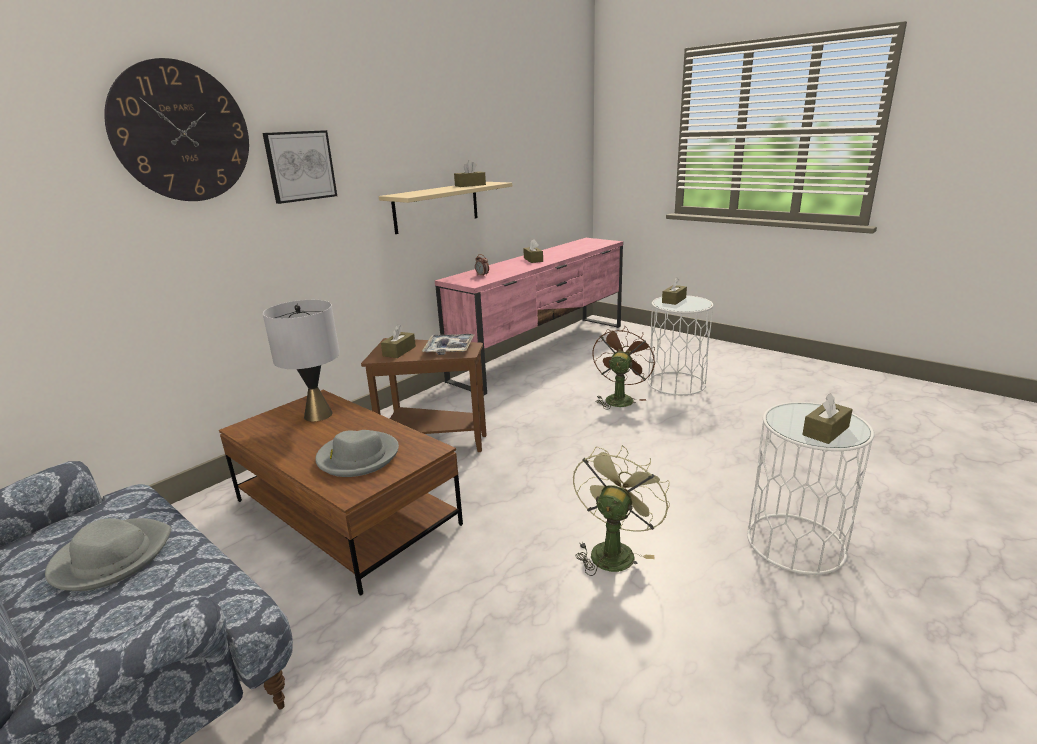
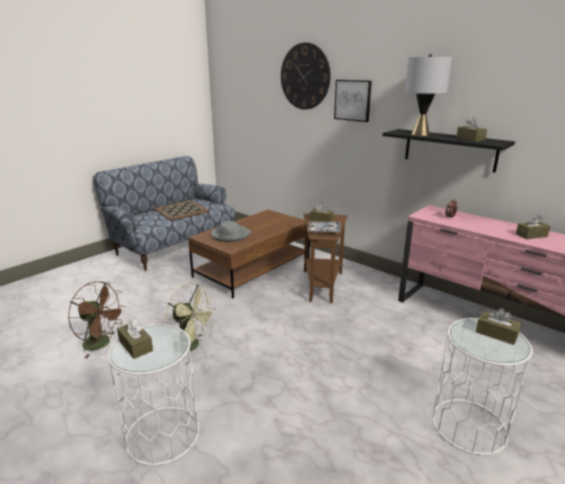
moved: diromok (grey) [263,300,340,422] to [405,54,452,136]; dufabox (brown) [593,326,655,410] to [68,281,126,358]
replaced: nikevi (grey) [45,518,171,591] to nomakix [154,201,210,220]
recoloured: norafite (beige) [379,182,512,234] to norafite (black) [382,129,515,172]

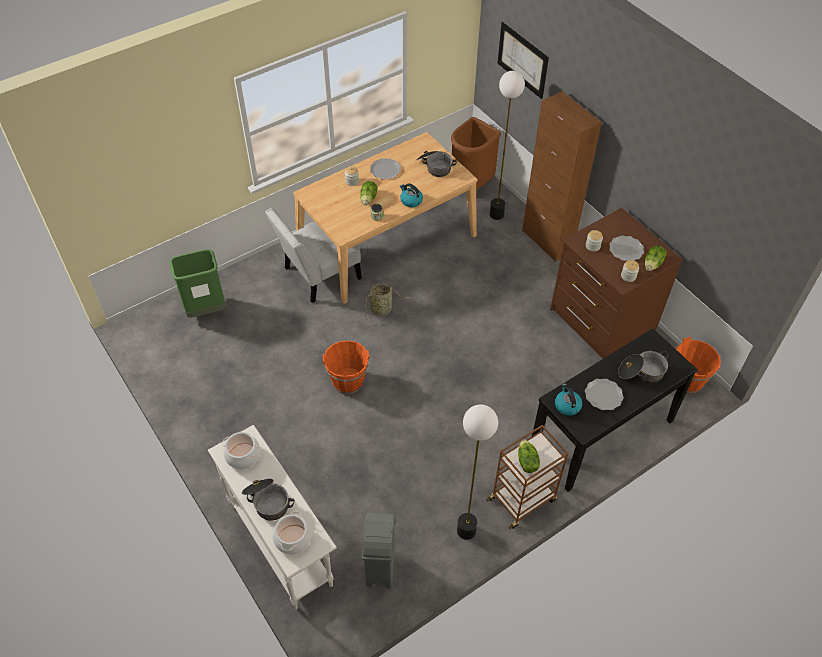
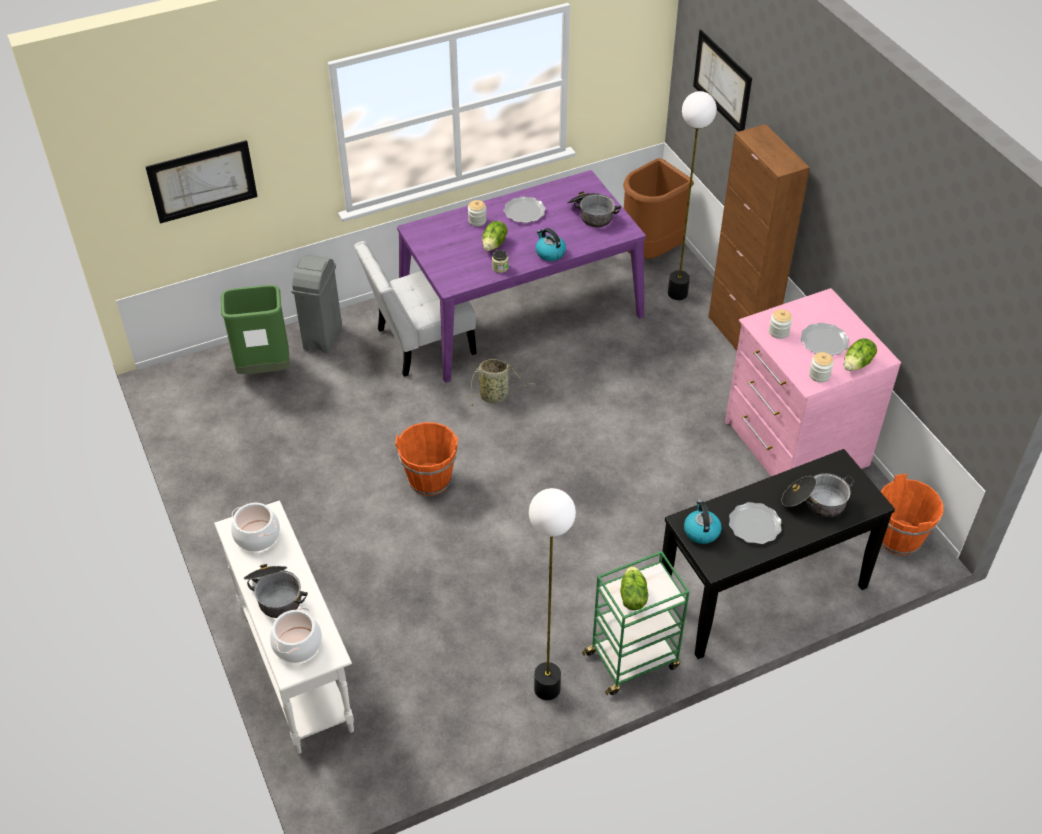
added: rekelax [145,140,258,223]
moved: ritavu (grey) [362,513,395,589] to [291,255,342,353]
recoloured: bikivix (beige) [293,132,477,304] to bikivix (purple) [397,170,646,383]; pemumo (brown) [486,425,569,530] to pemumo (green) [582,551,690,695]; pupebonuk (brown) [550,208,683,359] to pupebonuk (pink) [725,288,901,476]

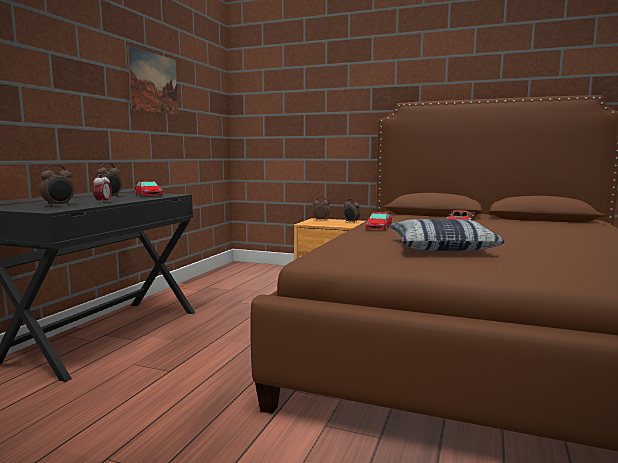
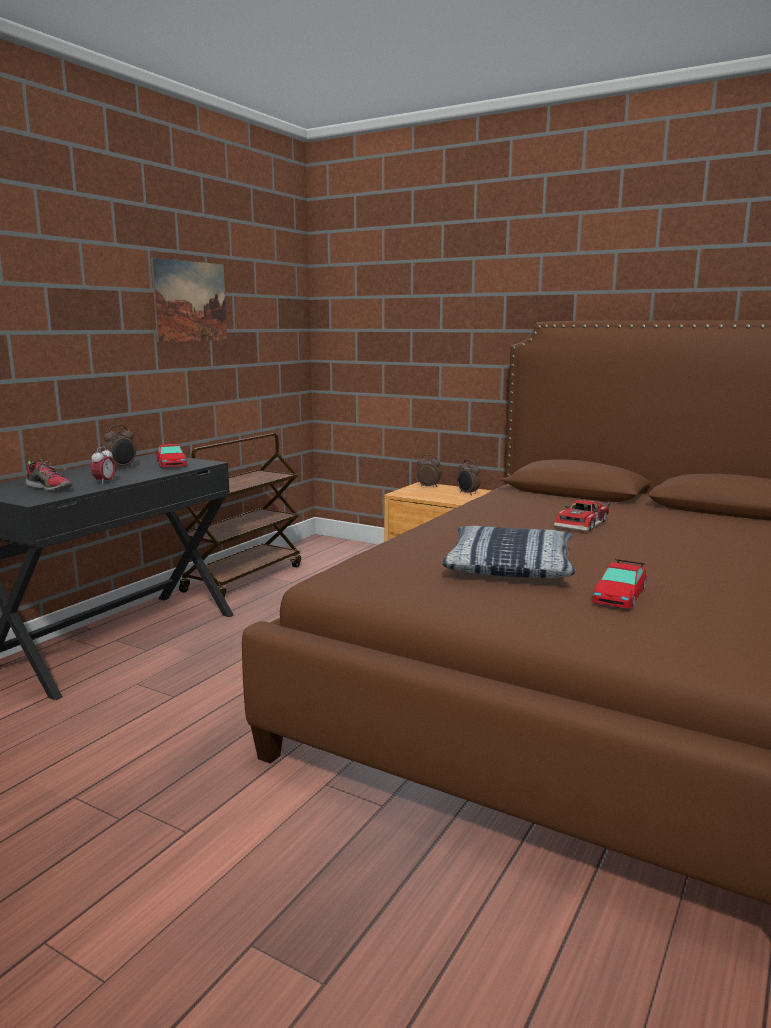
added: pemumo (brown) [179,433,301,598]
moved: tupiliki [365,212,392,230] to [592,559,646,608]
replaced: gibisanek [39,165,74,207] to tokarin [25,459,72,491]

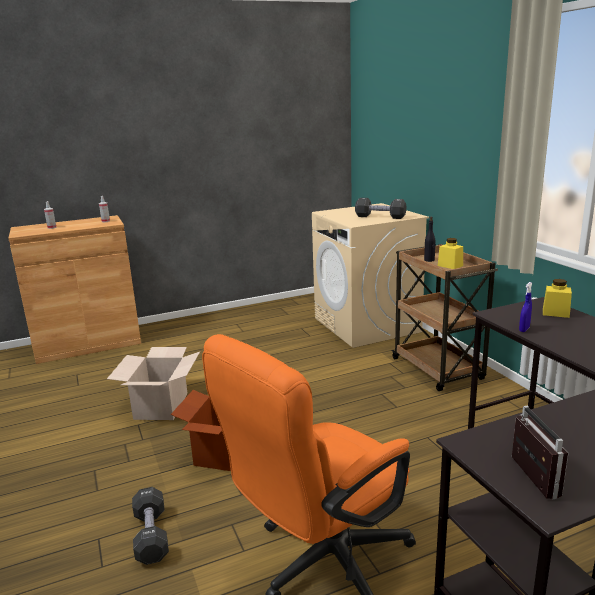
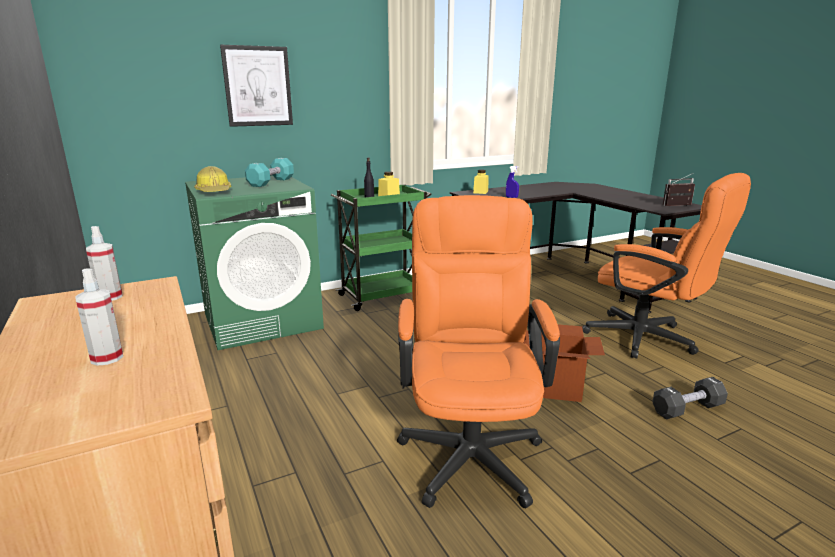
added: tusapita [194,166,231,192]; rekelax [220,45,293,127]
replaced: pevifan [107,347,200,420] to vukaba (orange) [397,195,560,508]
recoloured: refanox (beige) [312,203,429,348] to refanox (green) [185,176,324,350]; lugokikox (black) [355,198,406,219] to lugokikox (turquoise) [245,158,294,187]; pemumo (brown) [391,244,498,391] to pemumo (green) [331,184,432,311]

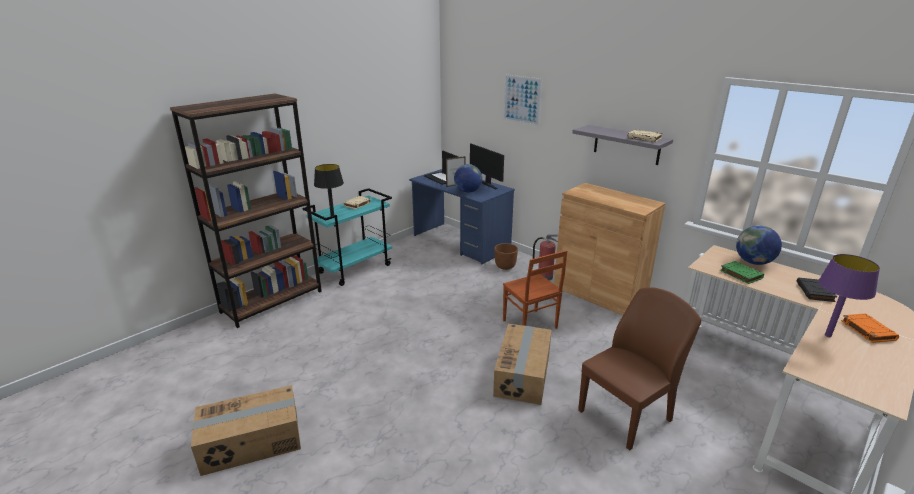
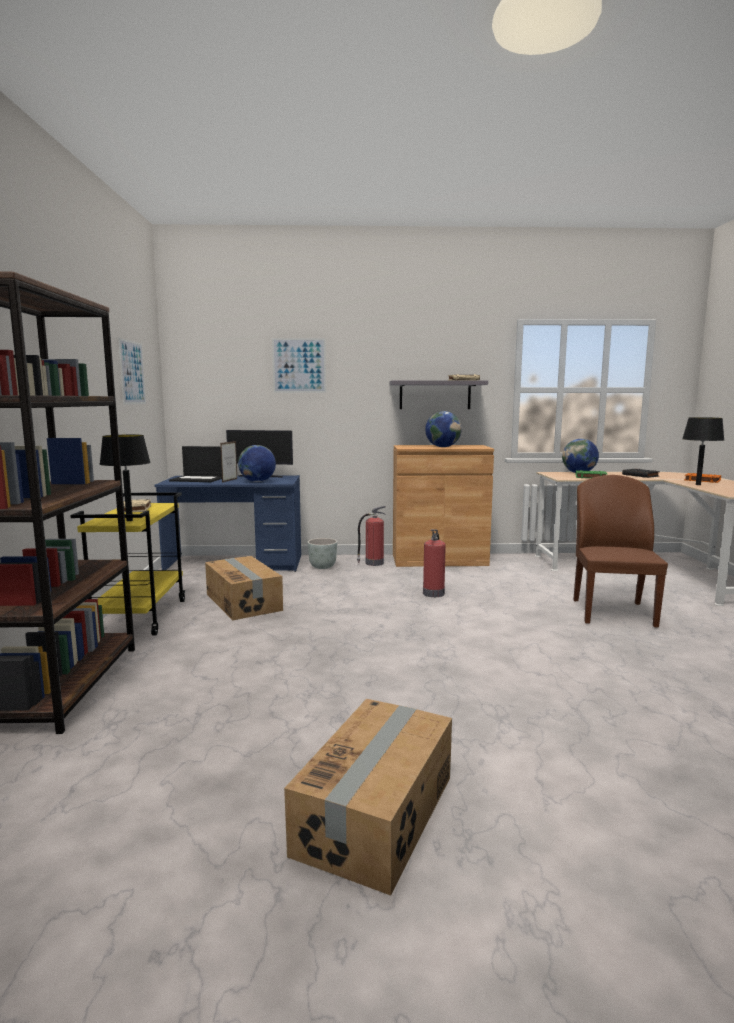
added: rekelax [118,338,146,405]; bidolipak [425,411,462,447]
moved: pevifan [493,324,552,405] to [205,556,283,620]
replaced: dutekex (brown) [503,250,567,329] to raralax [423,529,446,597]
recoloured: pemumo (turquoise) [302,188,392,286] to pemumo (yellow) [70,492,185,636]; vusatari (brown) [494,243,518,270] to vusatari (grey) [308,538,337,569]; diromok (purple) [818,254,880,337] to diromok (black) [682,417,724,485]

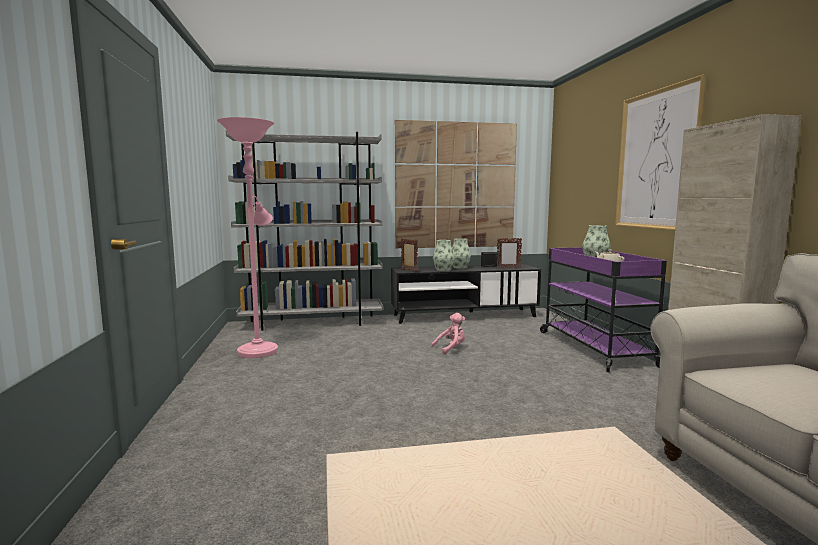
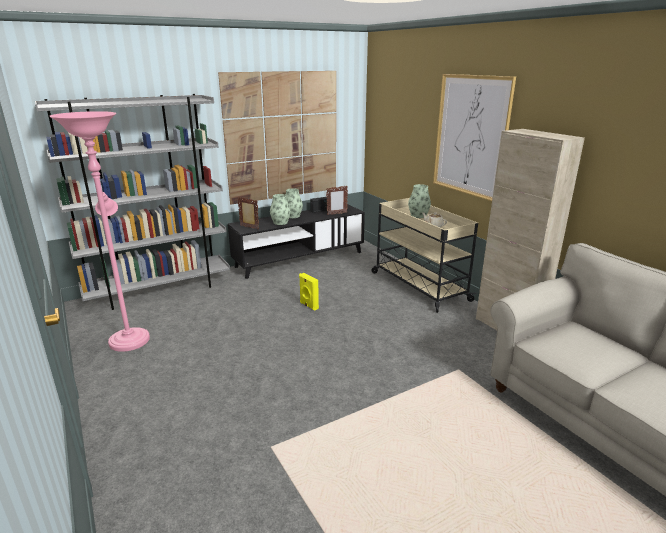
replaced: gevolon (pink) [431,313,465,355] to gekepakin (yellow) [299,273,319,311]
recoloured: pemumo (purple) [540,247,667,372] to pemumo (beige) [371,198,478,313]

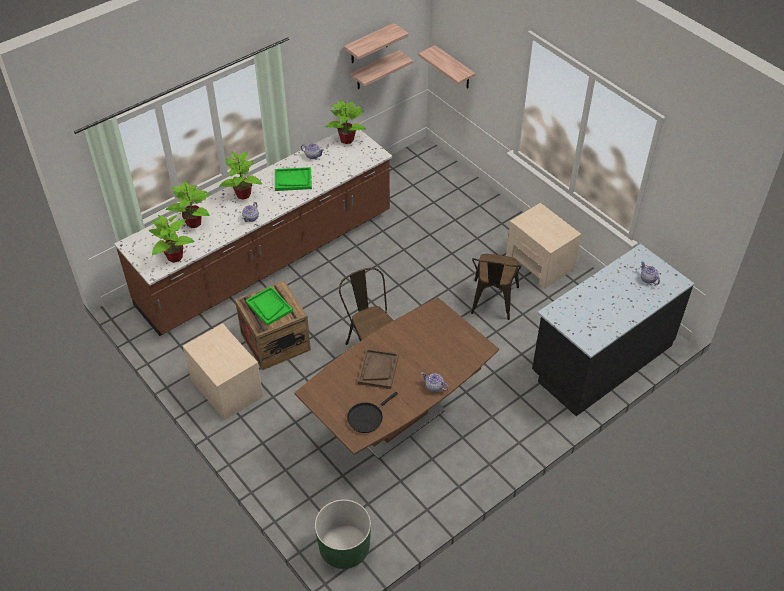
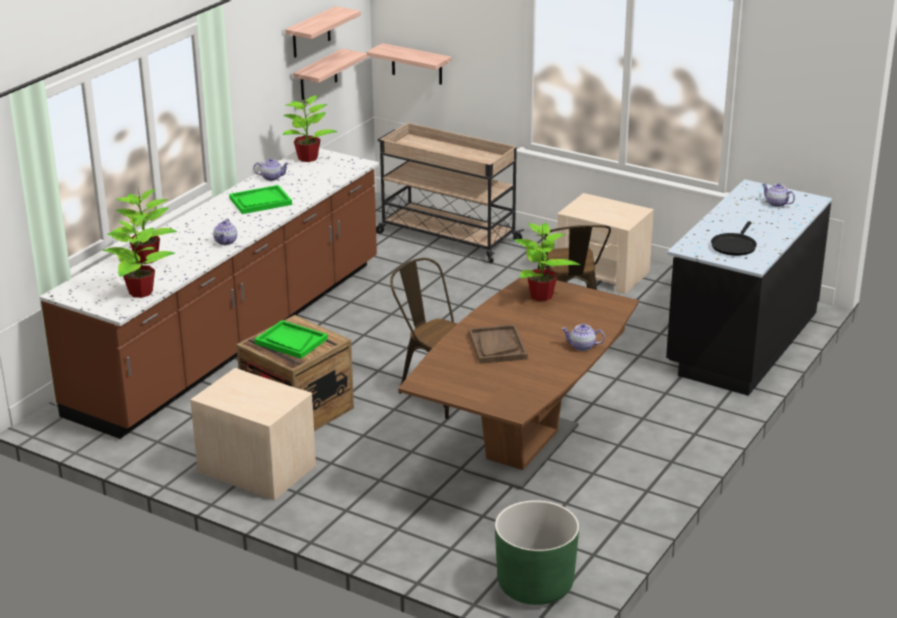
added: pemumo (beige) [376,123,524,263]
moved: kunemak [219,152,262,200] to [514,223,580,301]; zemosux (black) [347,392,398,433] to [711,221,757,256]

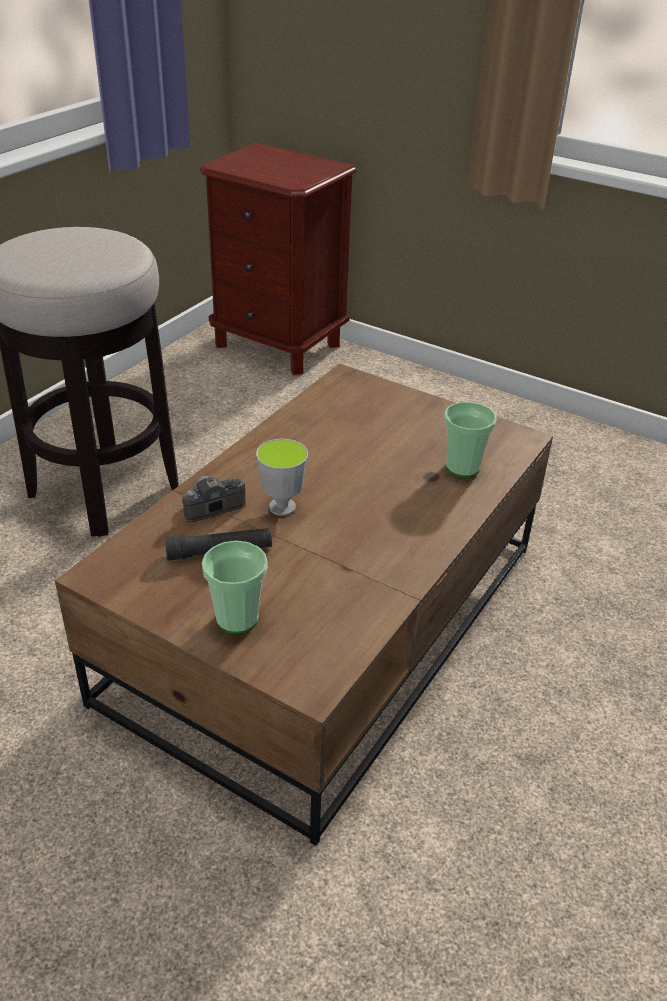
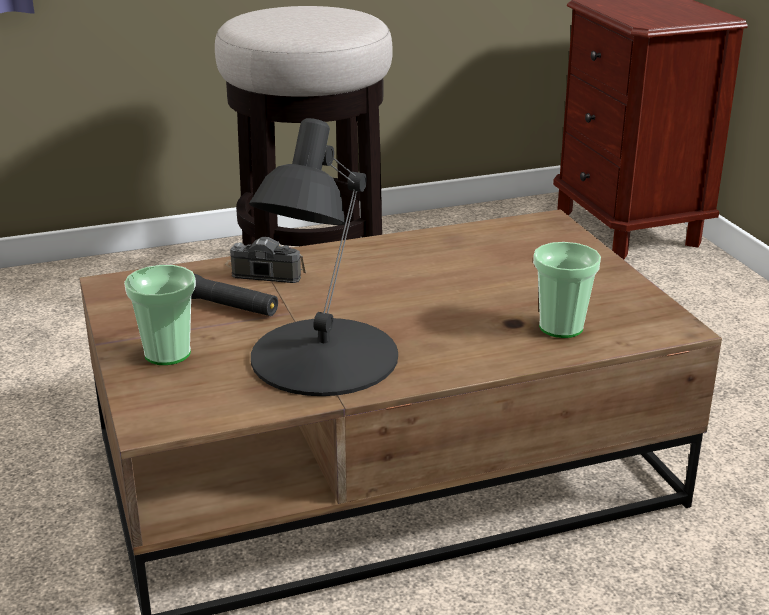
removed: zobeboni [256,439,308,516]
added: diromok (black) [249,118,398,396]

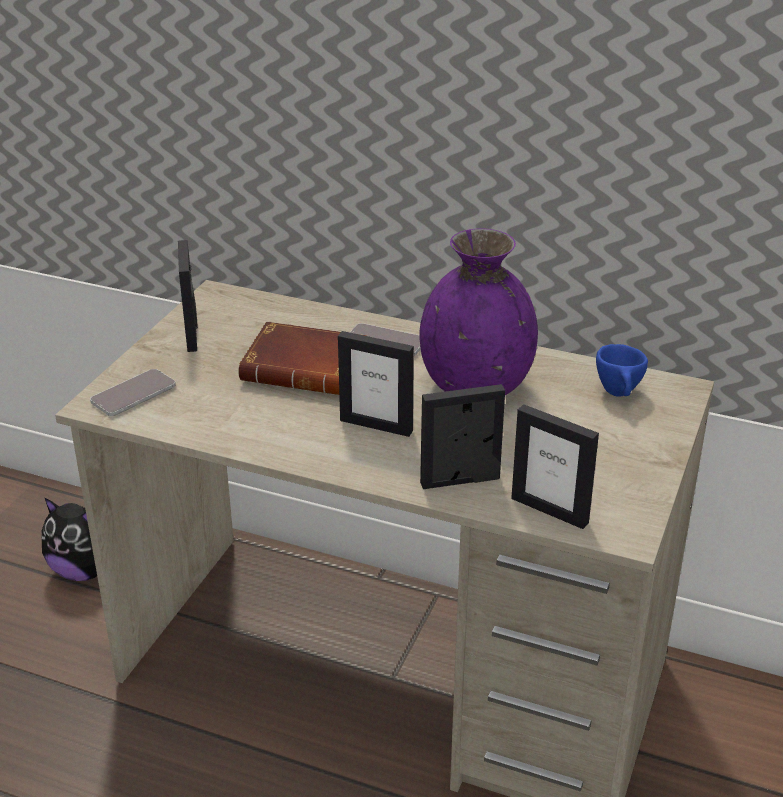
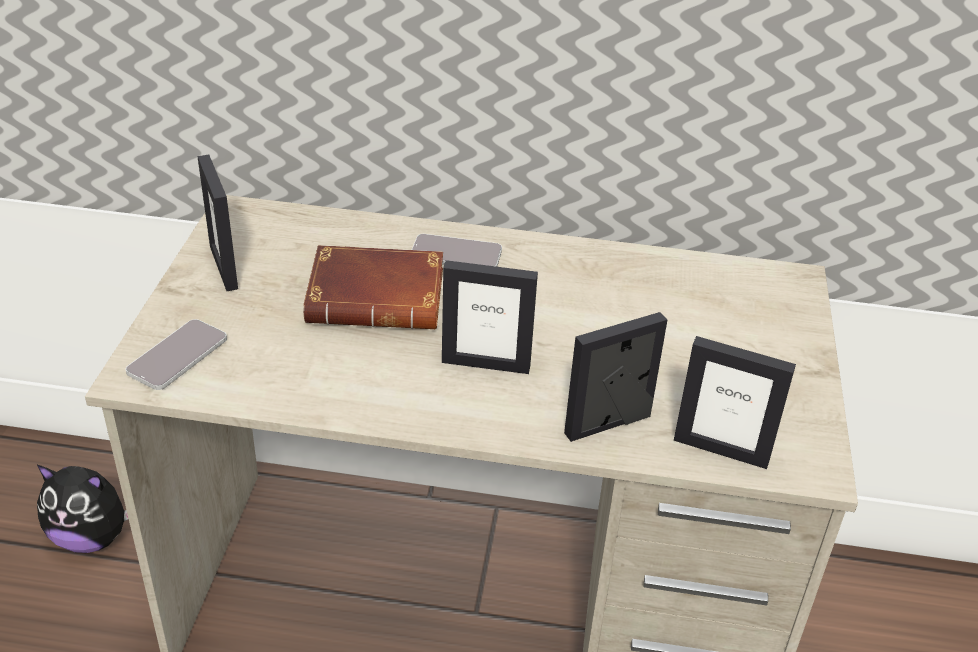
removed: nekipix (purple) [419,228,538,395]; zobeboni (blue) [596,344,648,397]

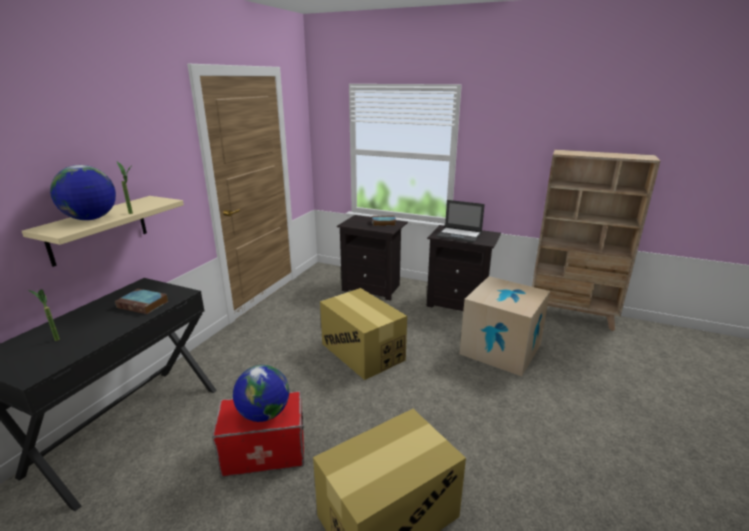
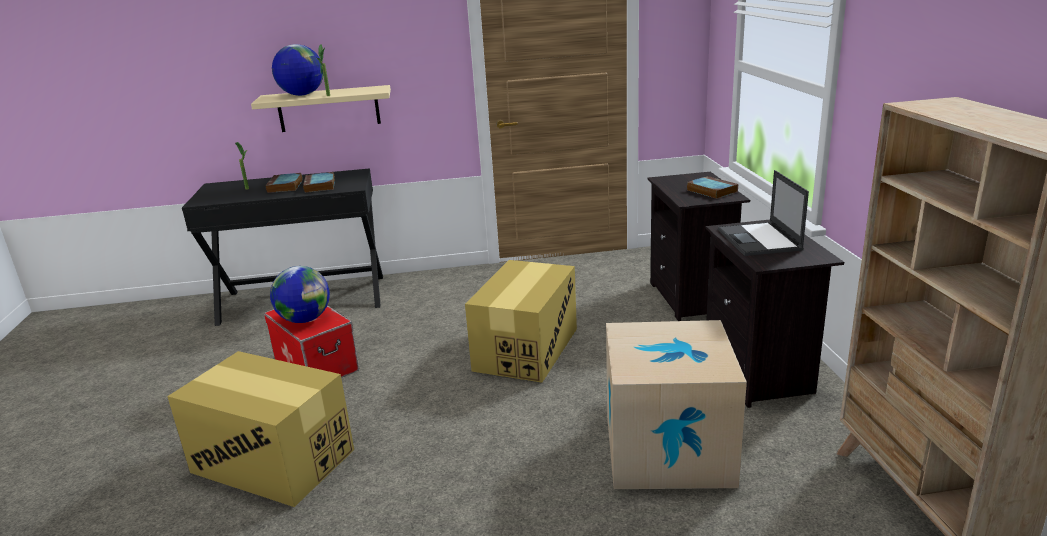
added: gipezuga [265,173,303,193]

